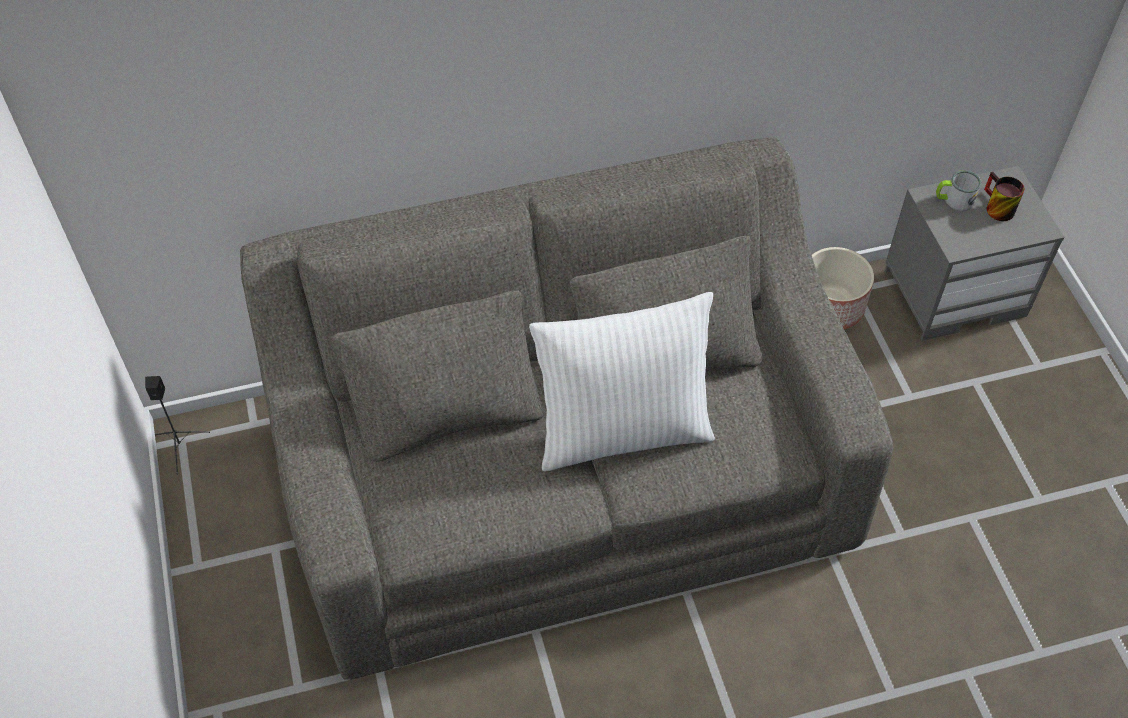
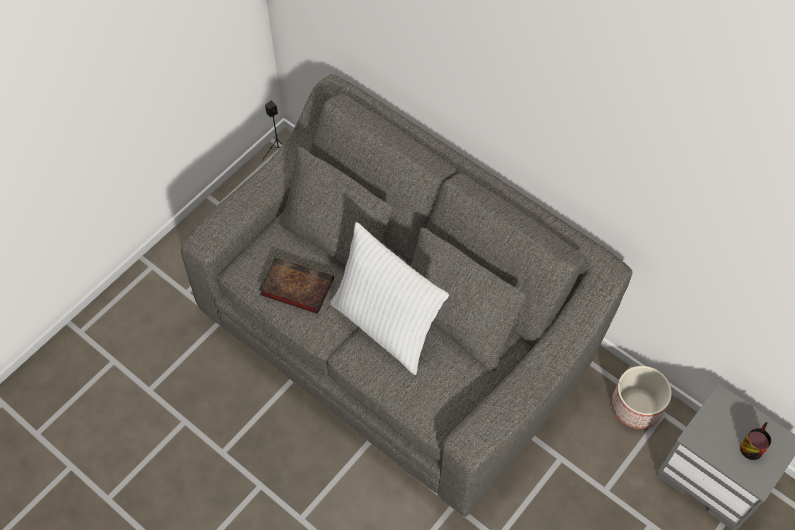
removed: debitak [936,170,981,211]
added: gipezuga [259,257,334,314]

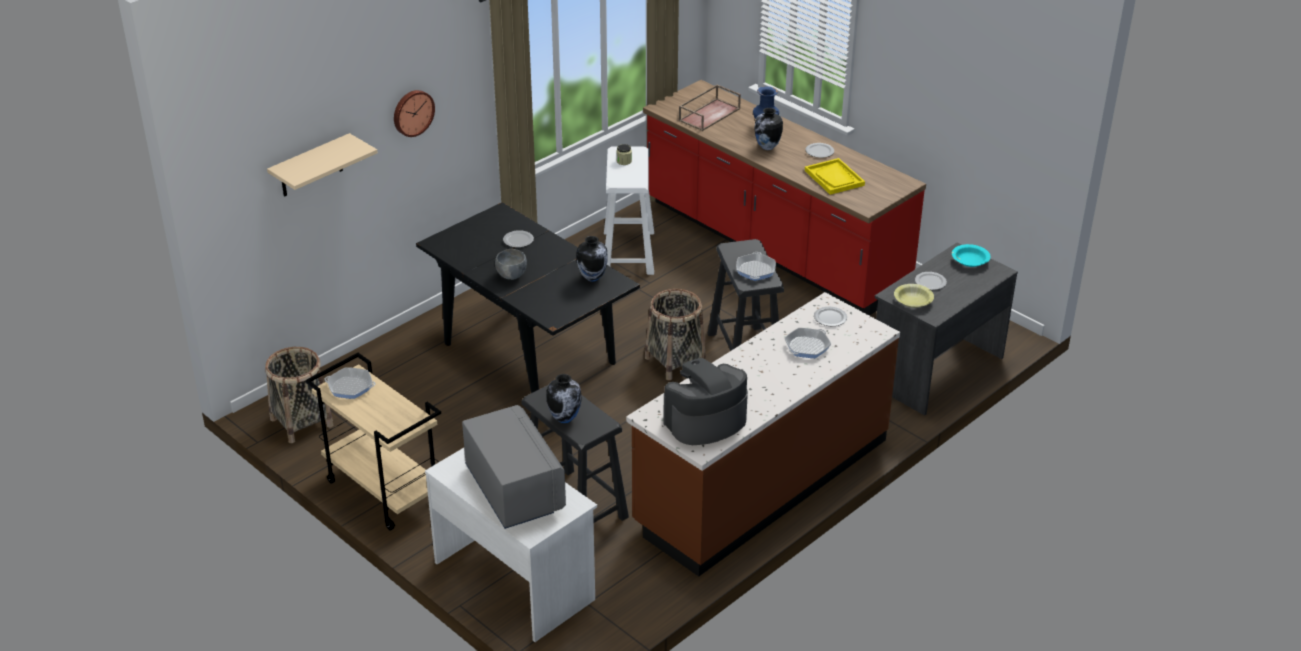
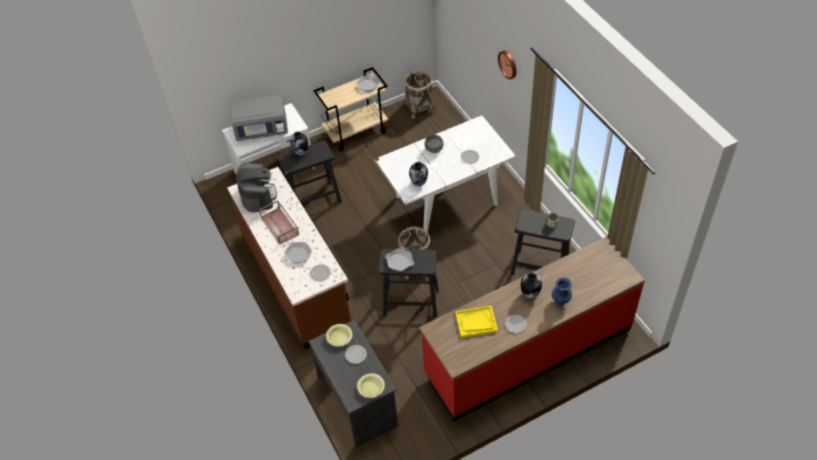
removed: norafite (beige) [267,133,378,197]
moved: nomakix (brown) [679,84,741,131] to [259,200,299,245]
recoloured: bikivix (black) [416,202,640,393] to bikivix (white) [375,115,516,232]; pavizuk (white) [604,147,654,275] to pavizuk (black) [511,209,575,275]; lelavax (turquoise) [952,244,991,267] to lelavax (yellow) [357,373,385,398]

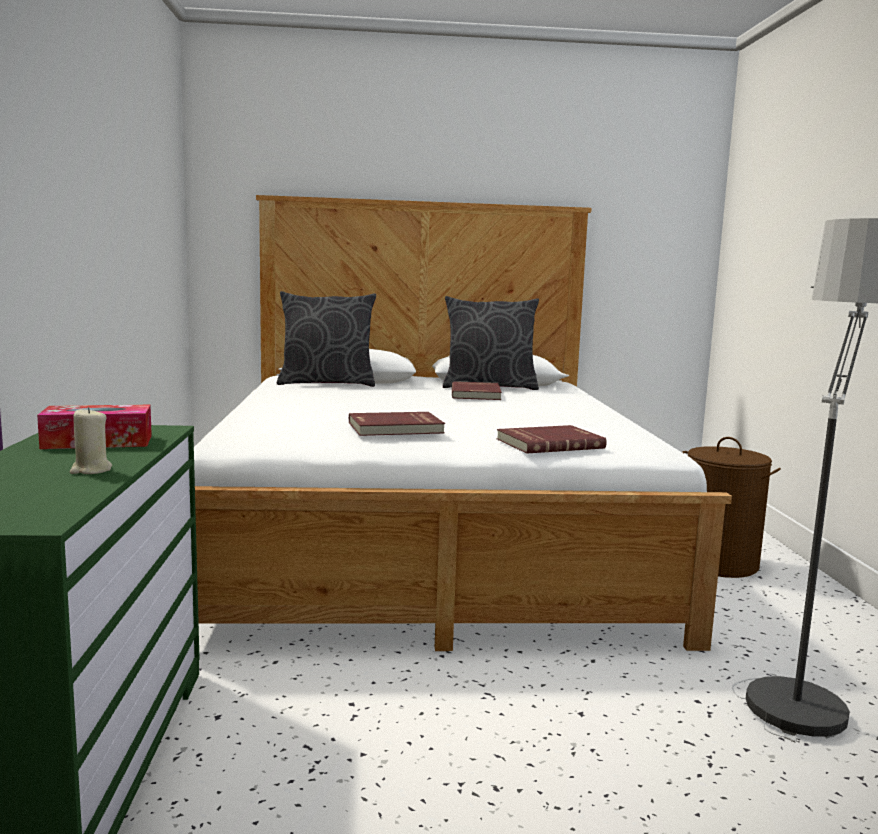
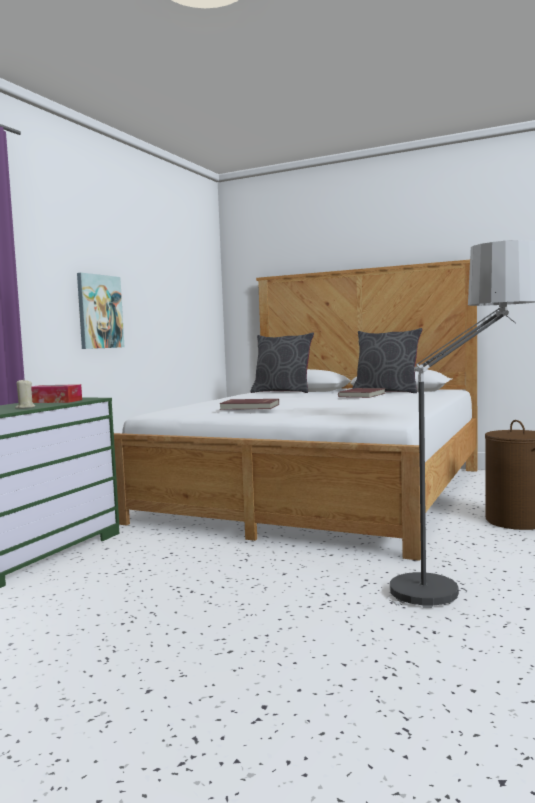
removed: gipezuga (red) [497,425,607,454]
added: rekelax [77,273,124,349]

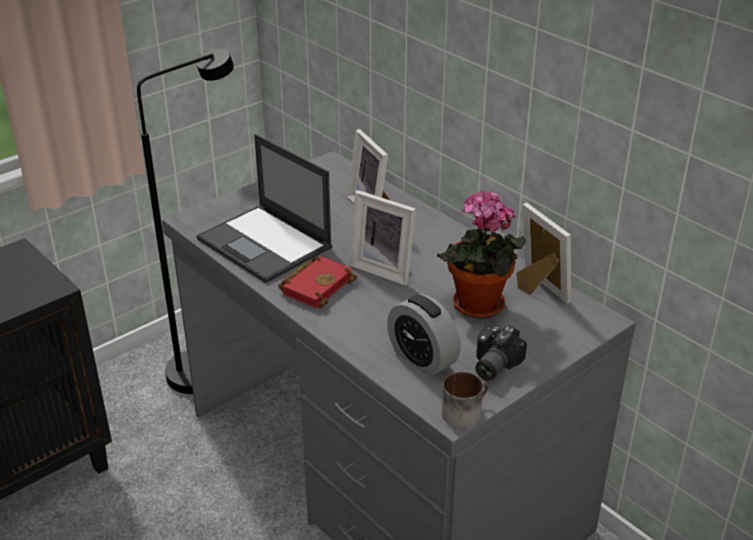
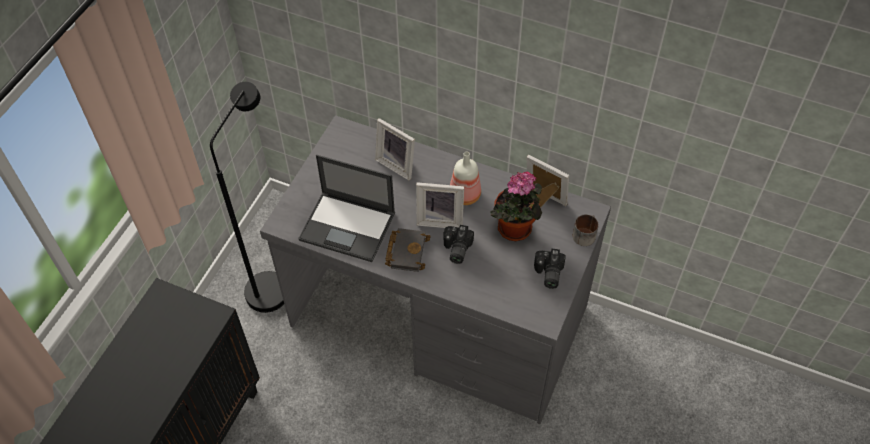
removed: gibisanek [387,294,461,377]
added: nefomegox [444,225,474,264]; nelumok [450,152,481,205]
moved: debitak [442,372,489,427] to [573,215,598,246]
recoloured: gipezuga (red) [278,257,357,308] to gipezuga (black) [385,228,431,272]

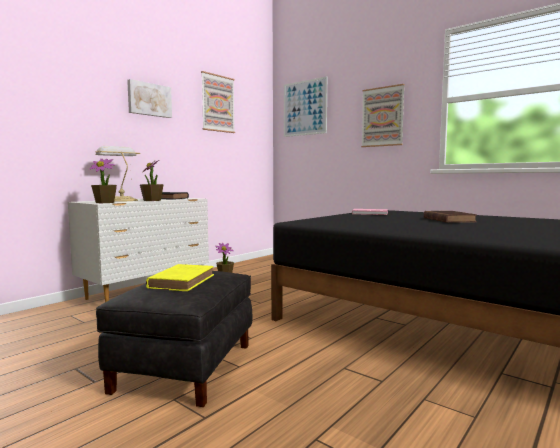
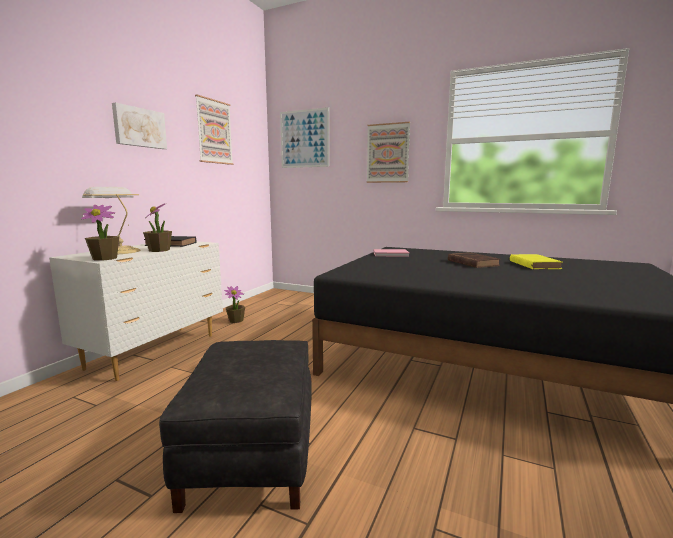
moved: gipezuga (yellow) [146,264,214,291] to [510,254,563,269]

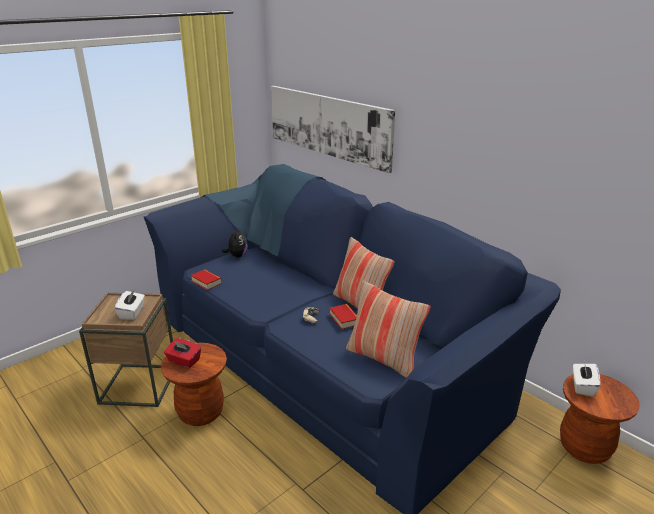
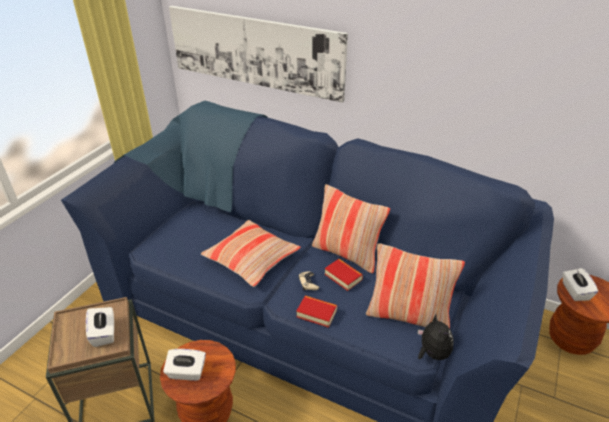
added: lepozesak [201,220,301,287]
moved: gipezuga [191,269,222,290] to [296,296,337,328]; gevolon [222,227,248,257] to [418,315,453,360]
recoloured: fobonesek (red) [164,338,201,368] to fobonesek (white) [163,349,206,381]

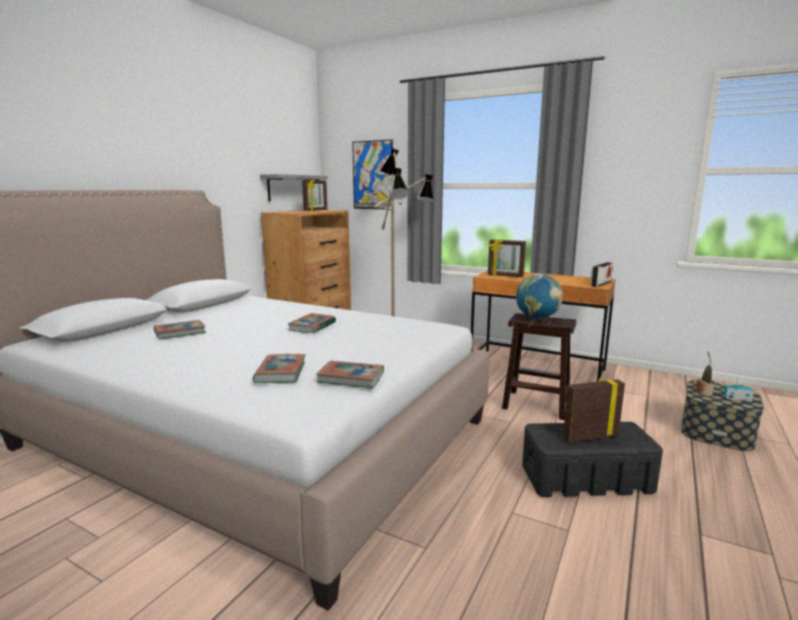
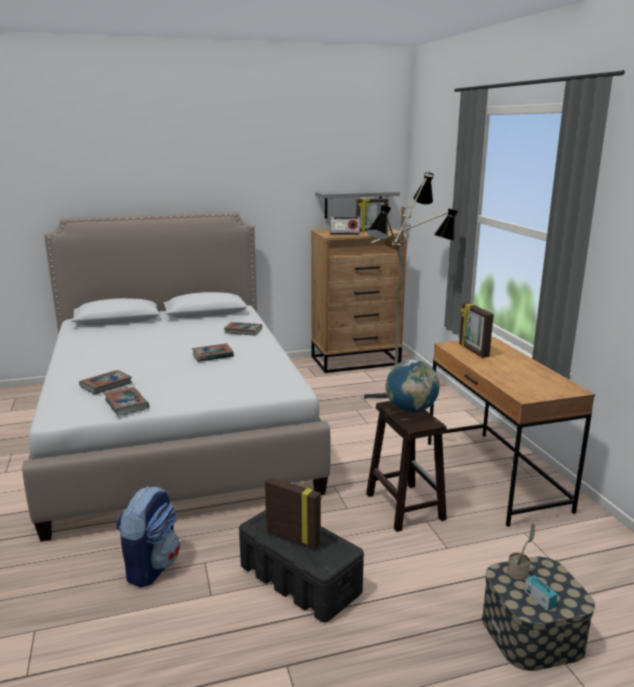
removed: rekelax [352,140,393,209]
added: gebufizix [116,486,180,588]
moved: gipezuga [154,320,206,339] to [224,322,262,336]; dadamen [590,262,613,287] to [330,217,360,235]

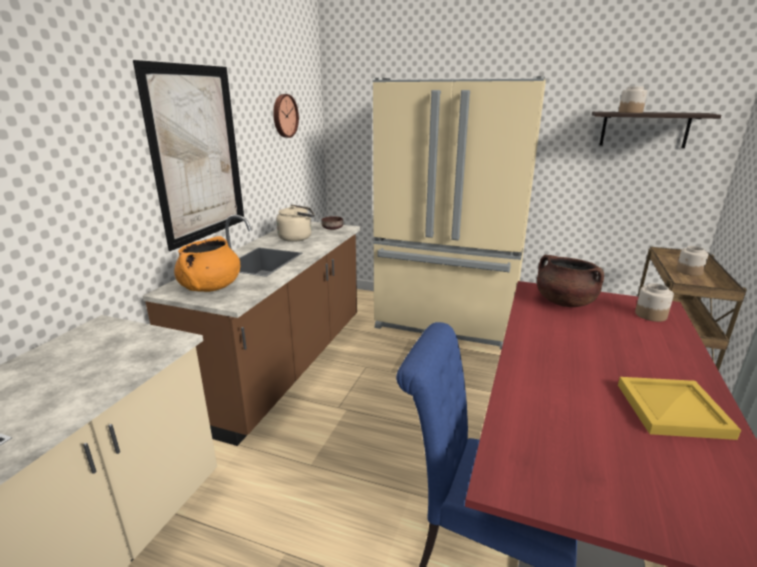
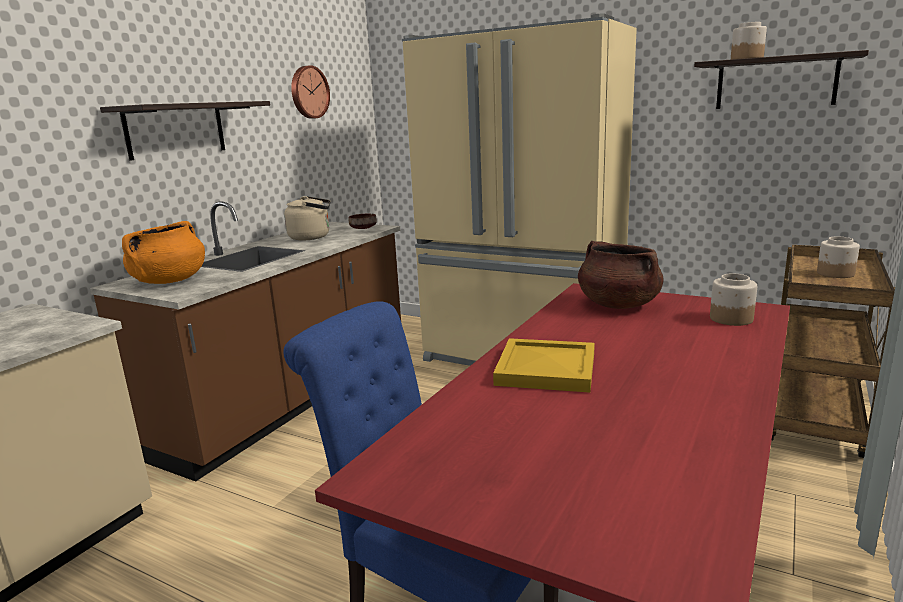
moved: nomakix (yellow) [618,377,741,440] to [493,338,595,393]
replaced: rekelax [133,60,244,251] to norafite [100,101,270,161]

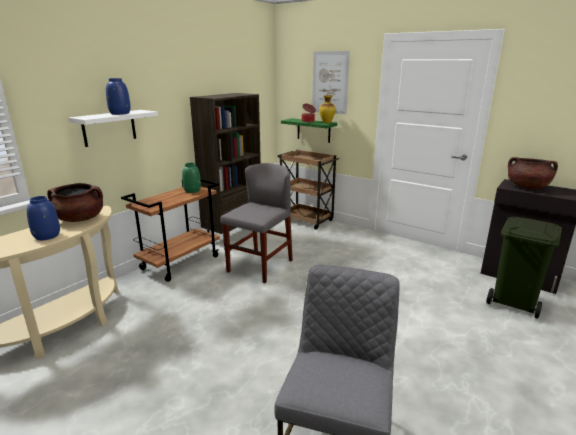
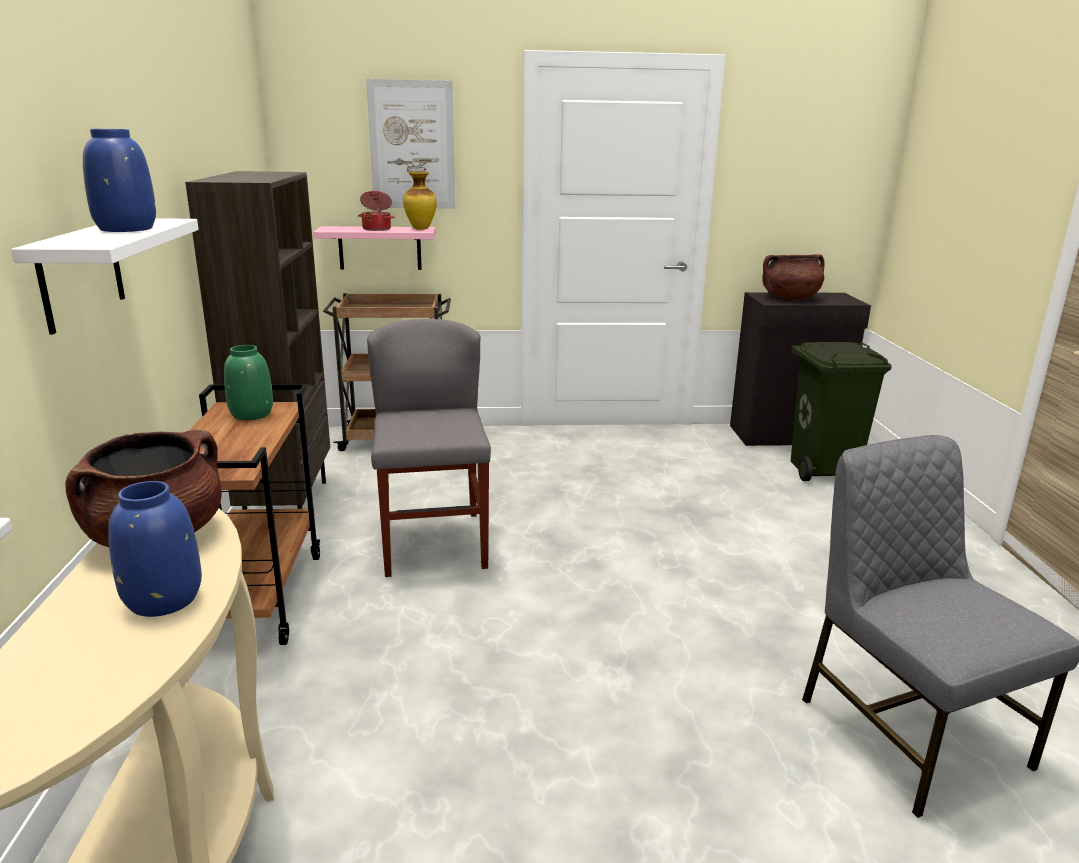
recoloured: norafite (green) [281,118,337,143] to norafite (pink) [313,226,436,270]

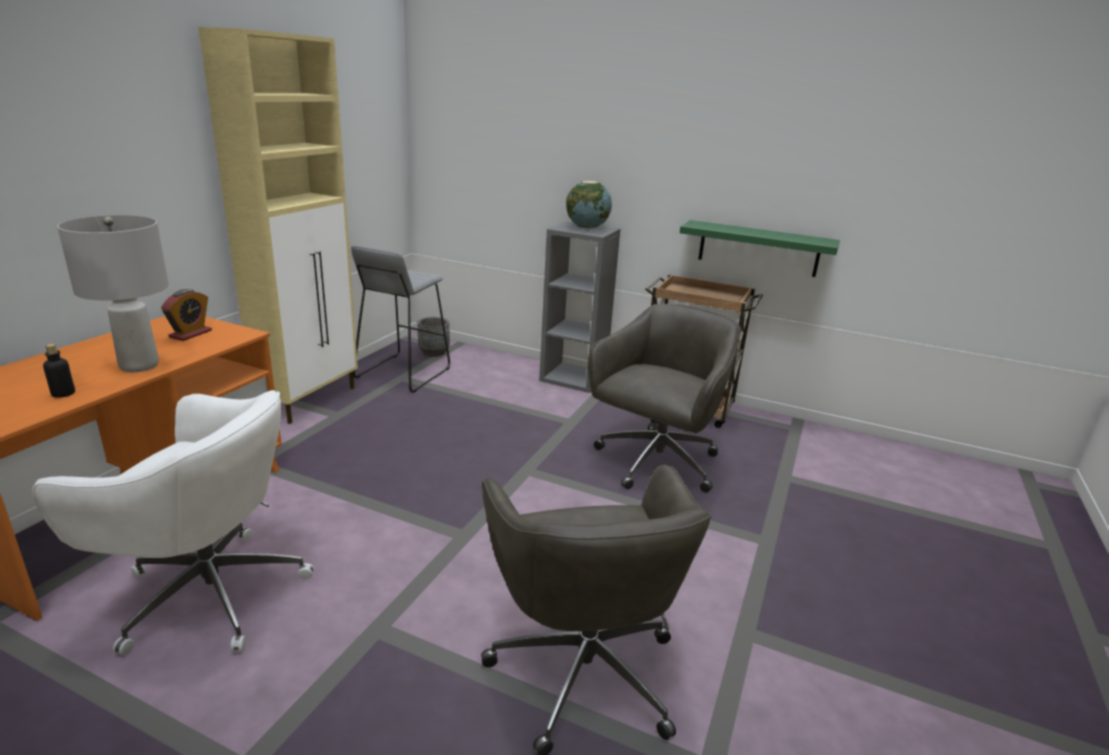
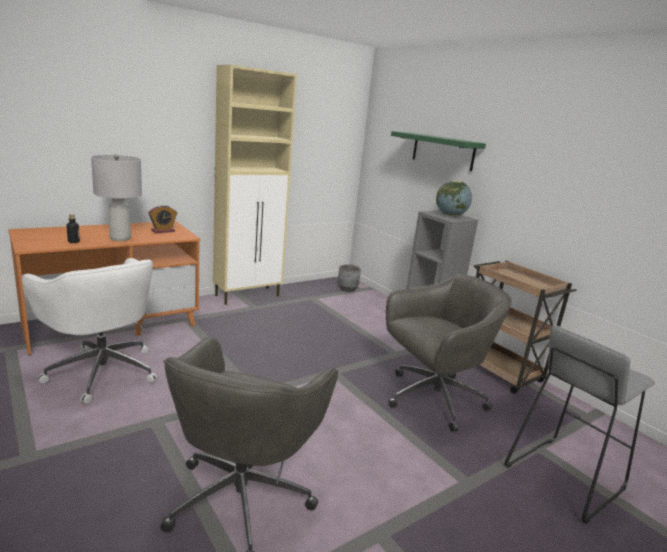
moved: pavizuk (grey) [351,246,450,393] to [504,325,655,524]; norafite (green) [680,220,840,277] to [391,131,486,171]

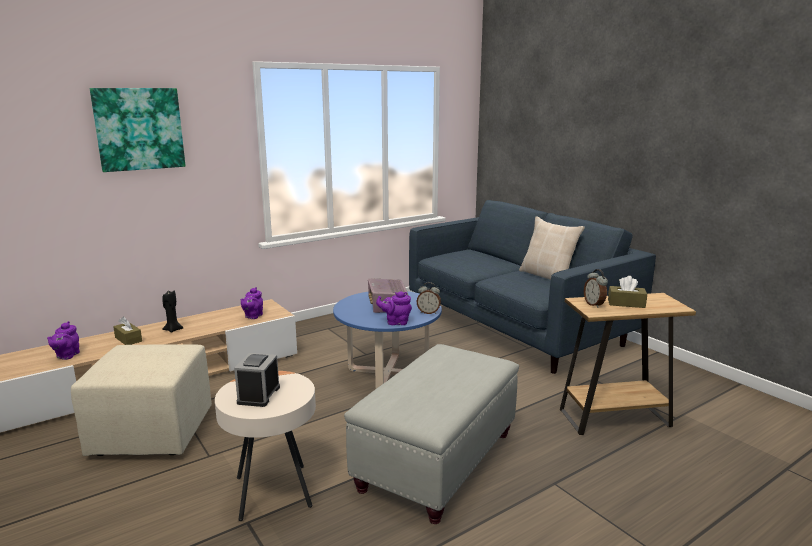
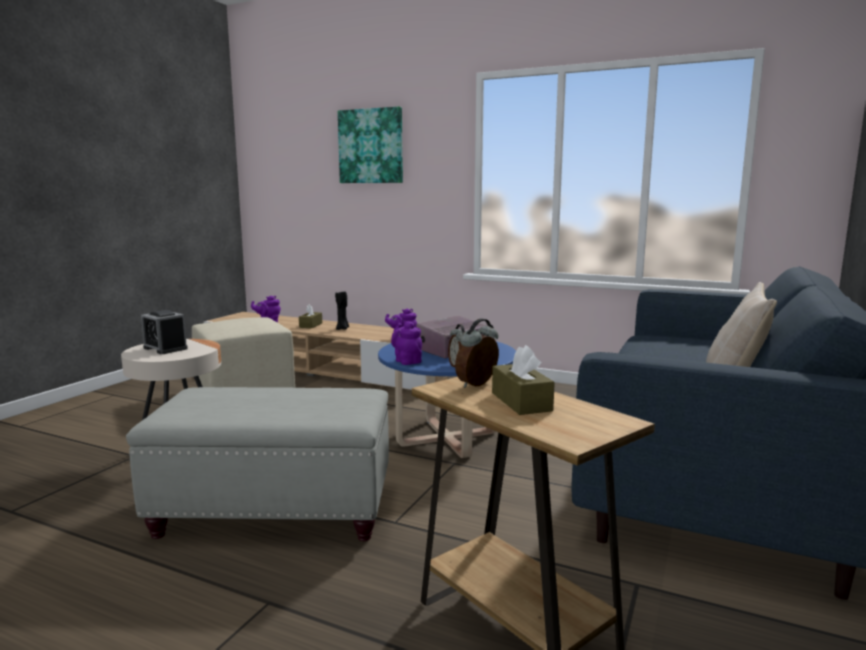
turned: gibisanek [234,353,280,407] = [141,310,188,354] 120 degrees counterclockwise

